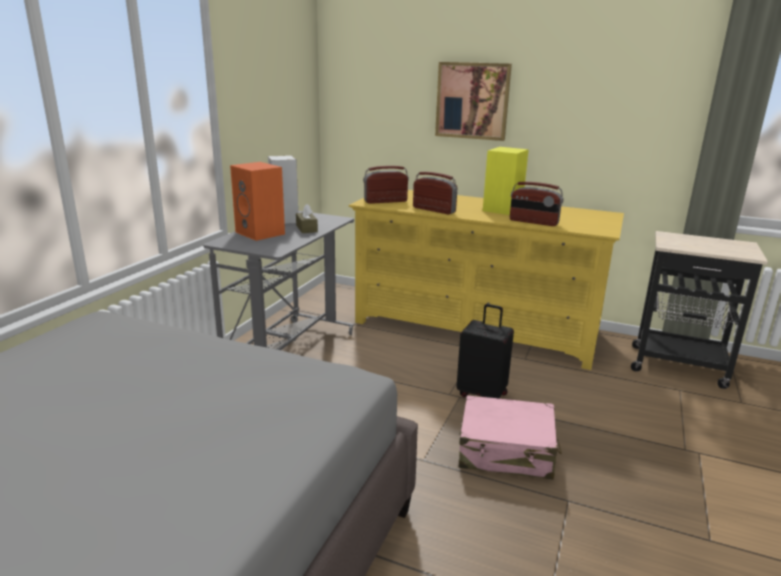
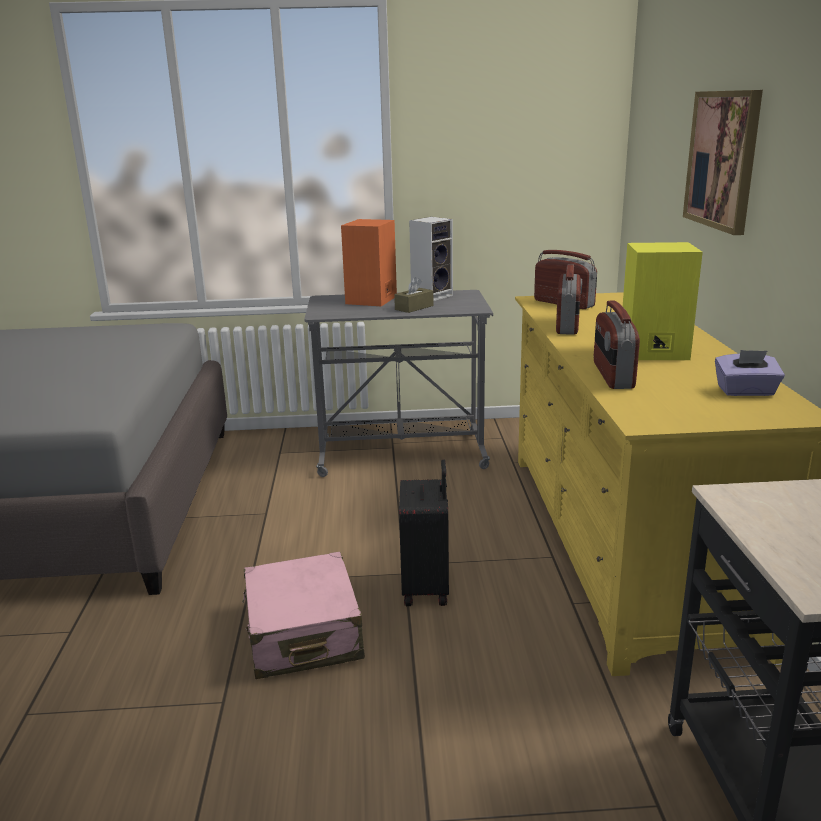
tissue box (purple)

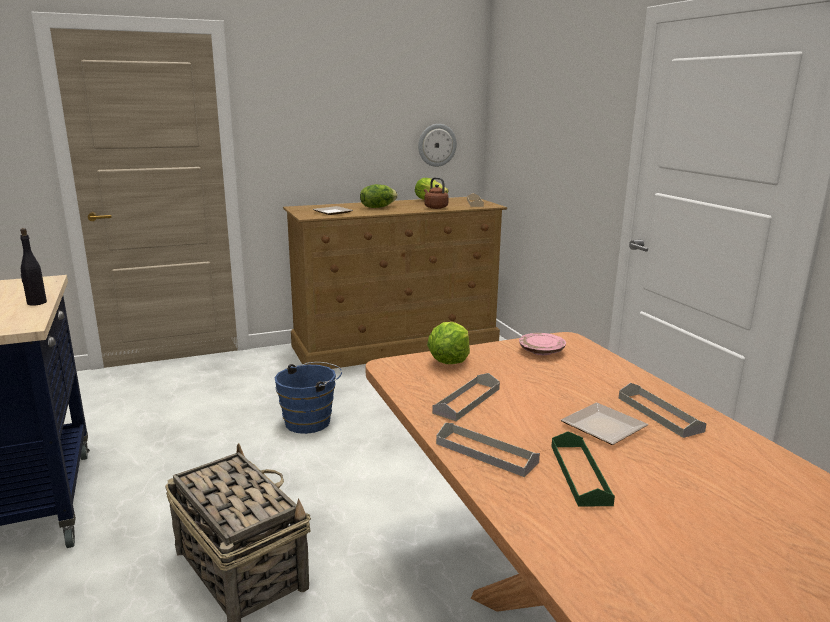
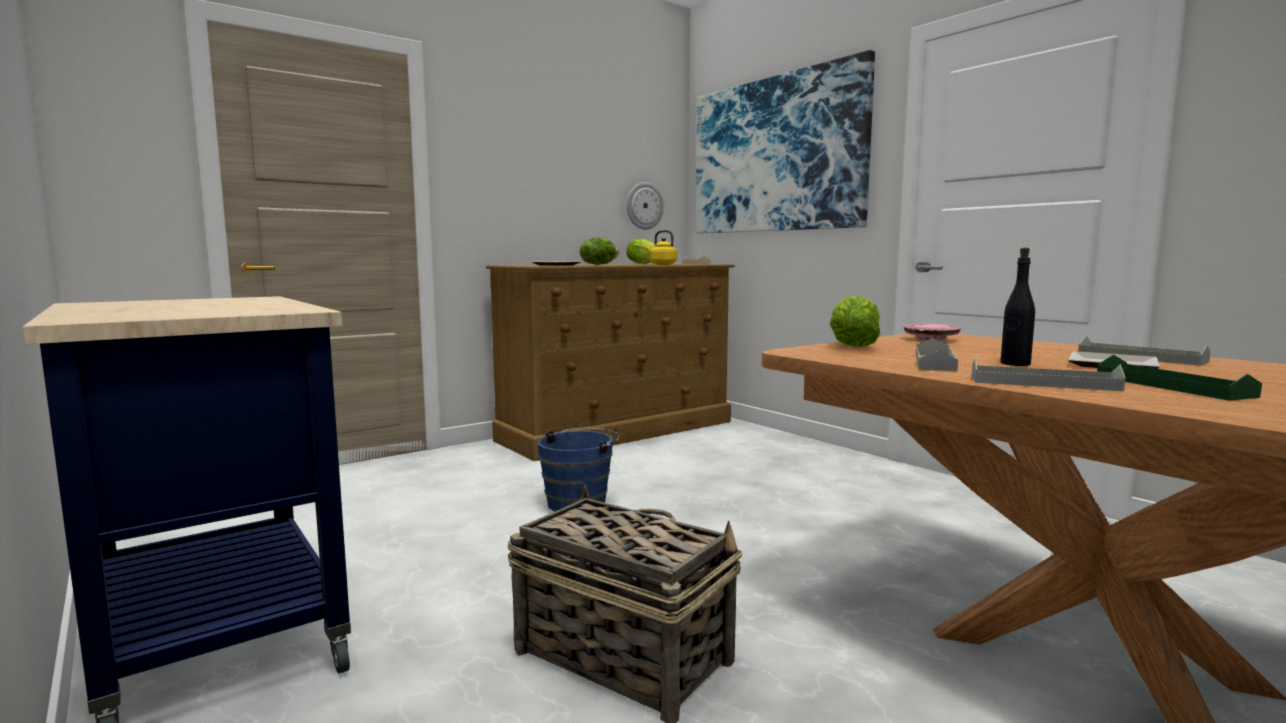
kettle (yellow)
bottle (black)
picture

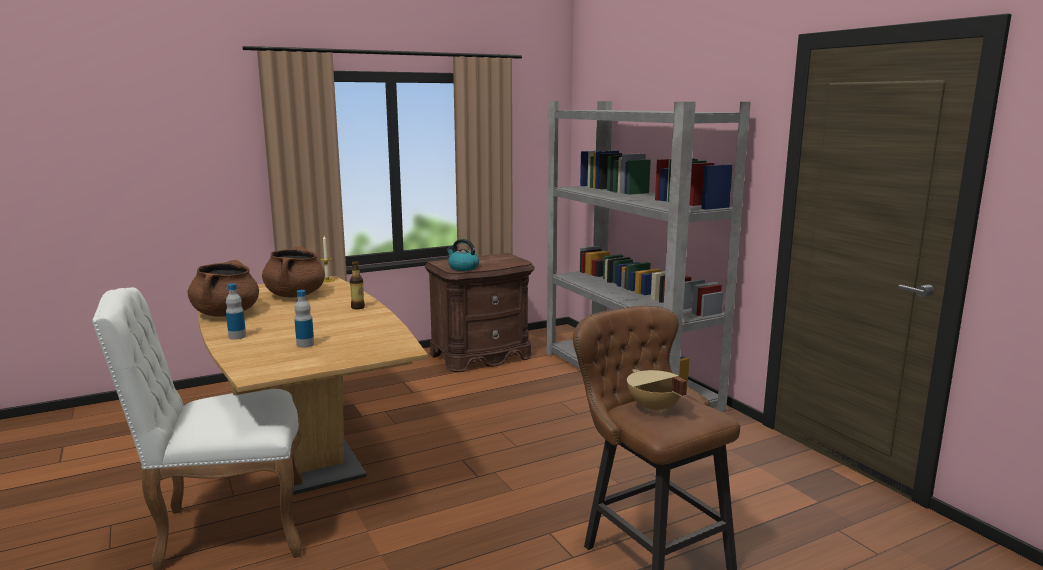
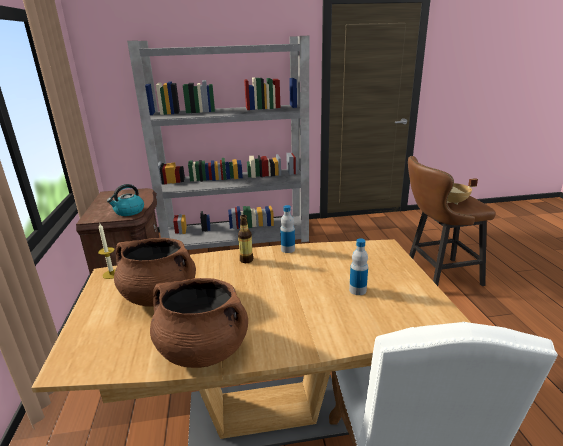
bottle (no. 2 from left)

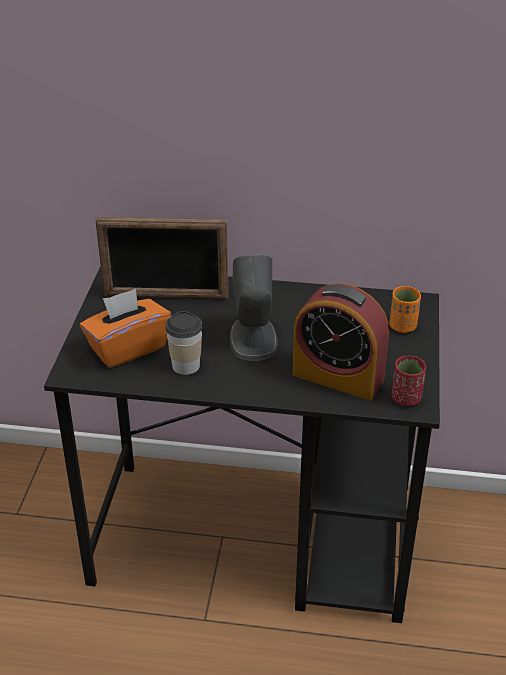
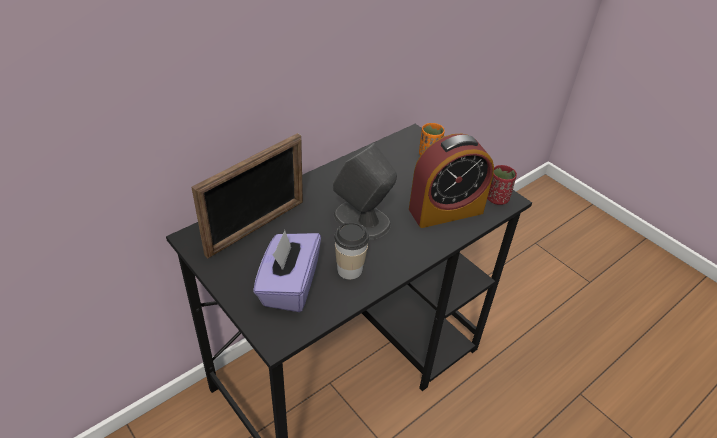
tissue box (purple)

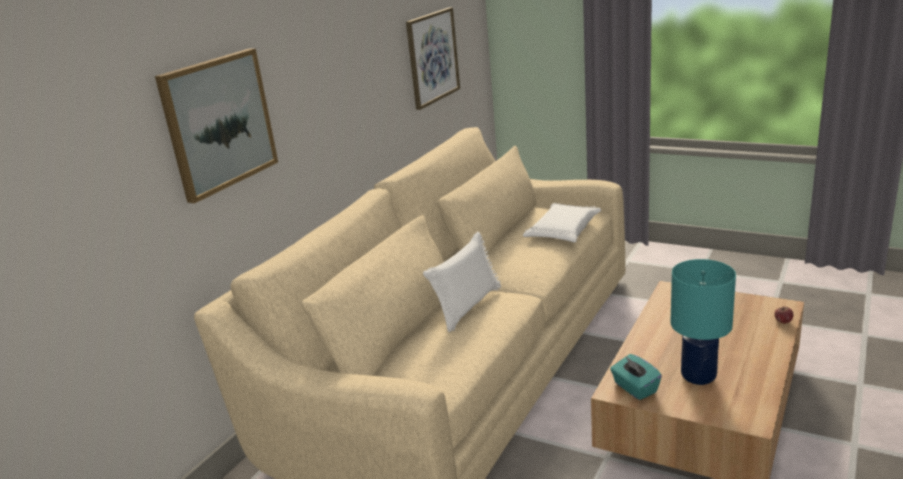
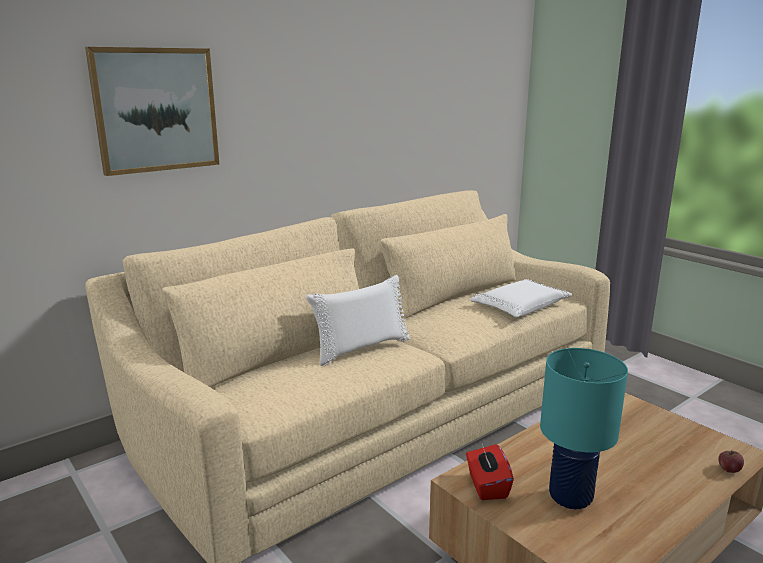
picture (no. 2 from left in the first image)
tissue box (red)

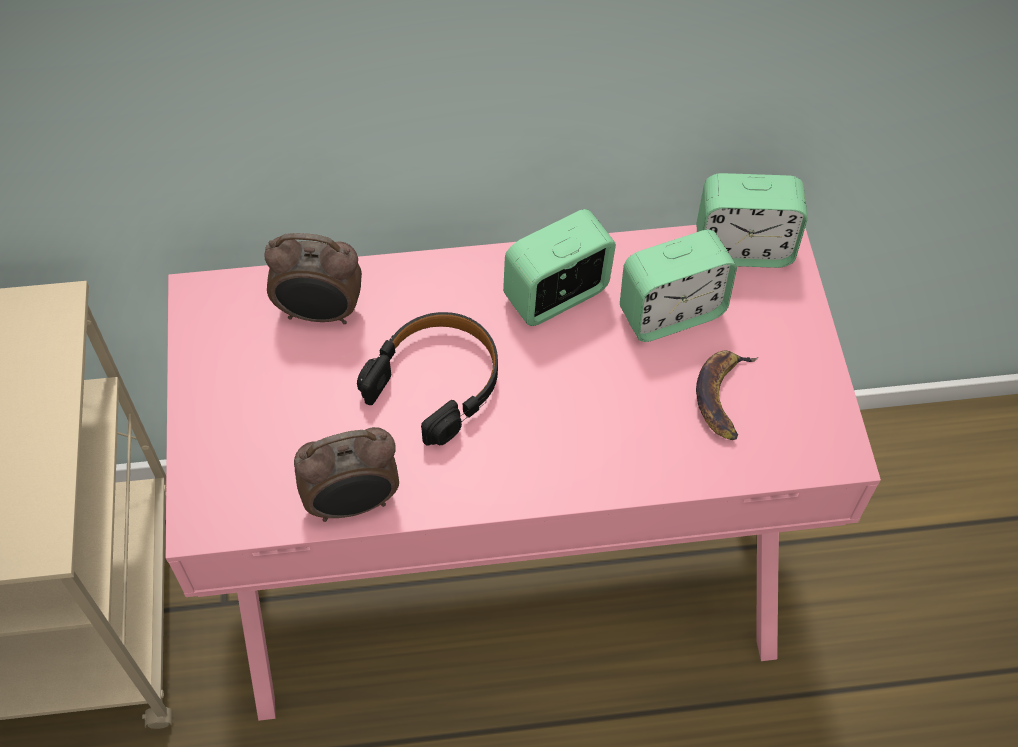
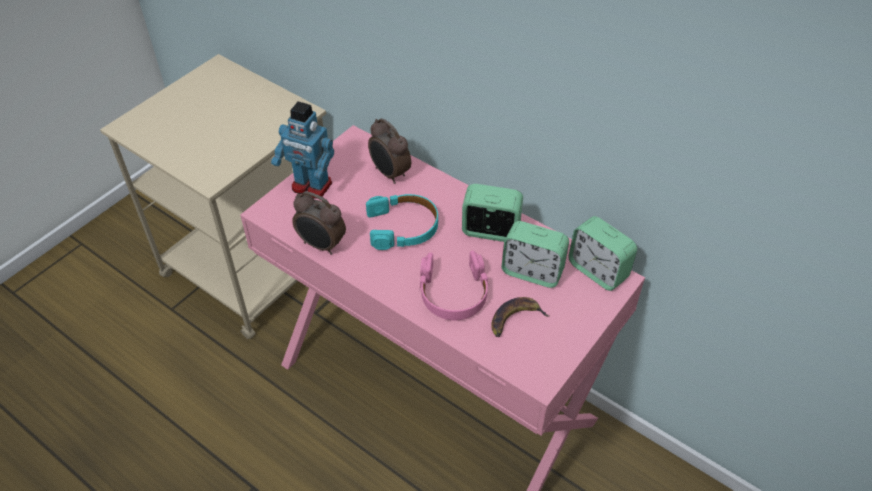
headphones (turquoise)
toy robot
headphones (pink)

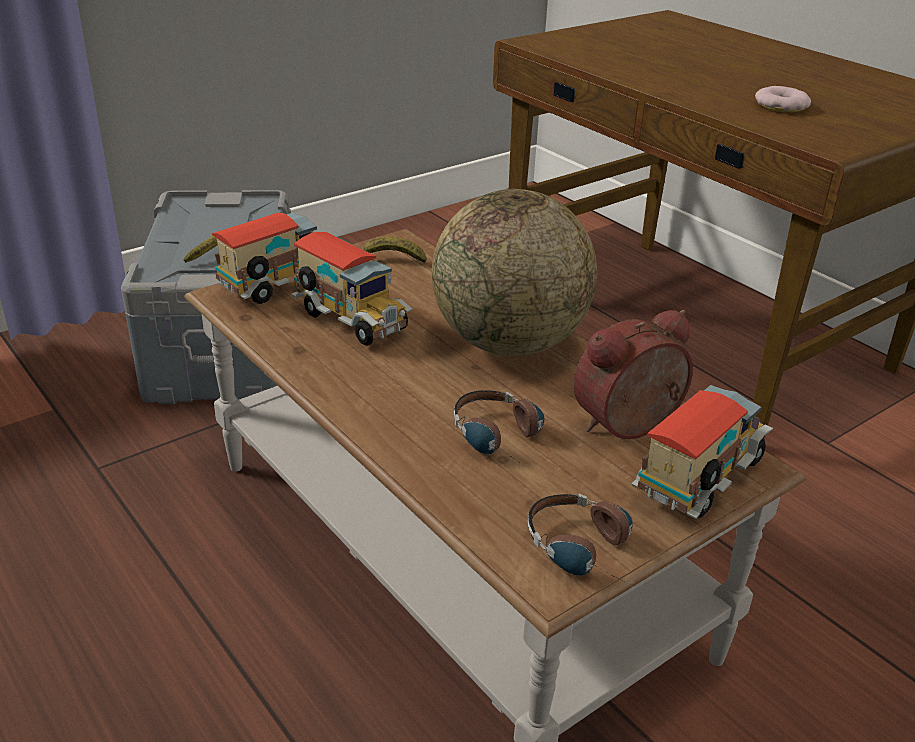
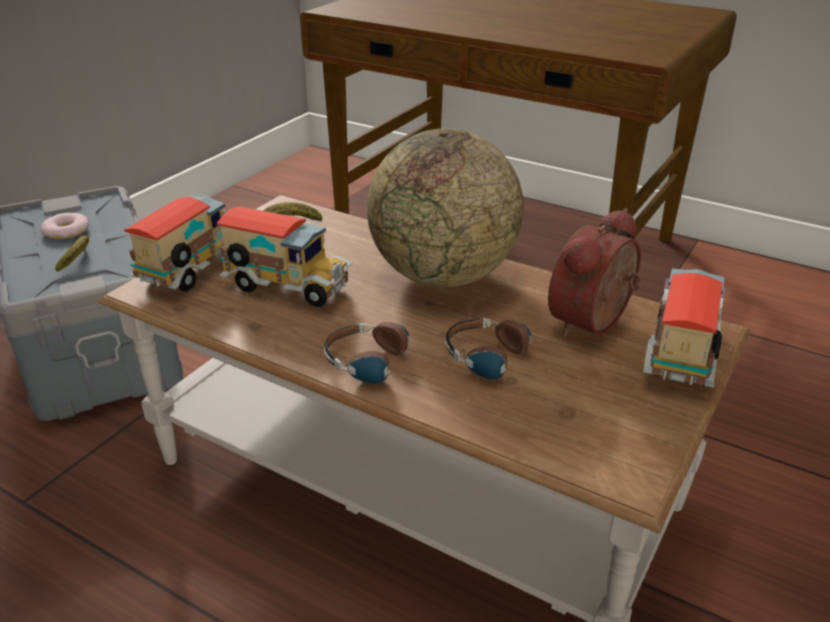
donut
headphones (no. 1 from left)

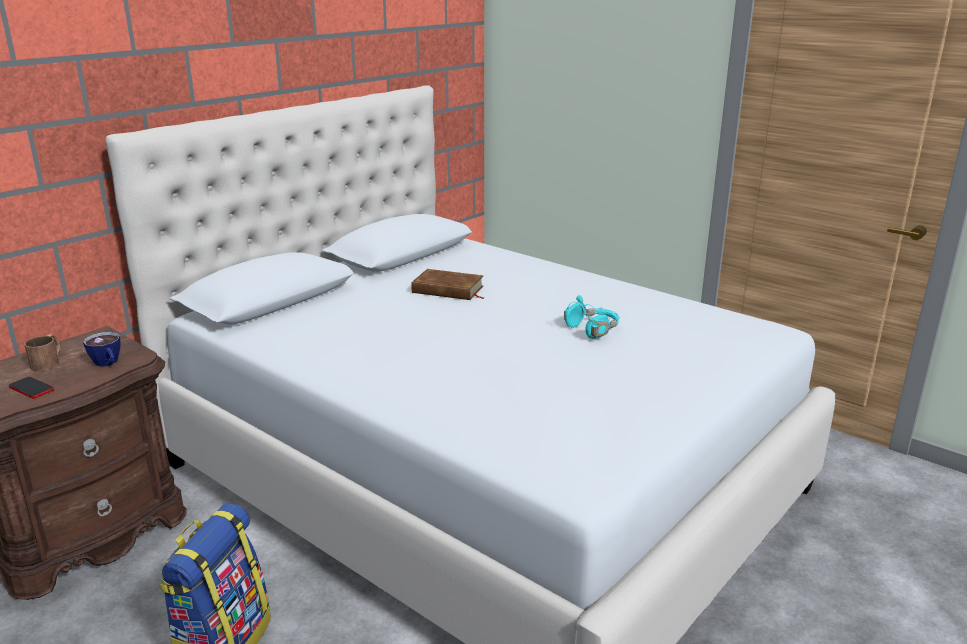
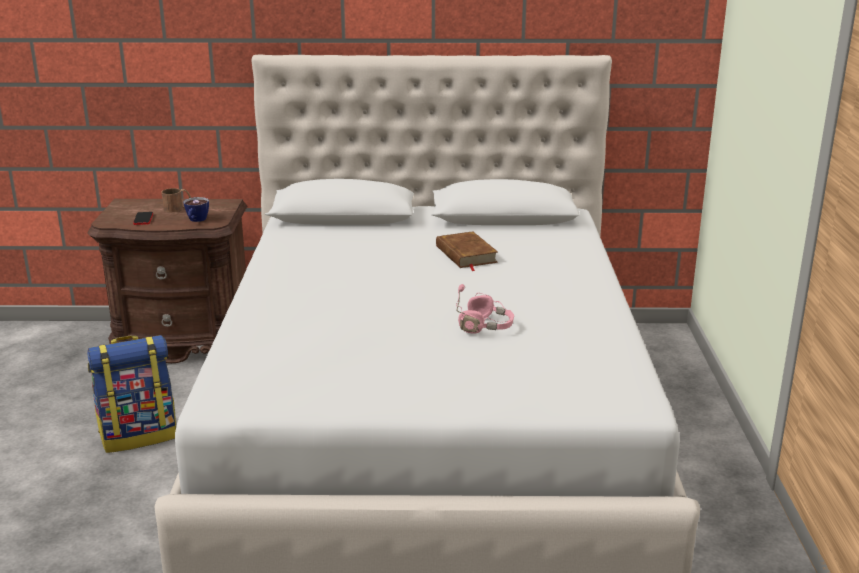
headphones (pink)

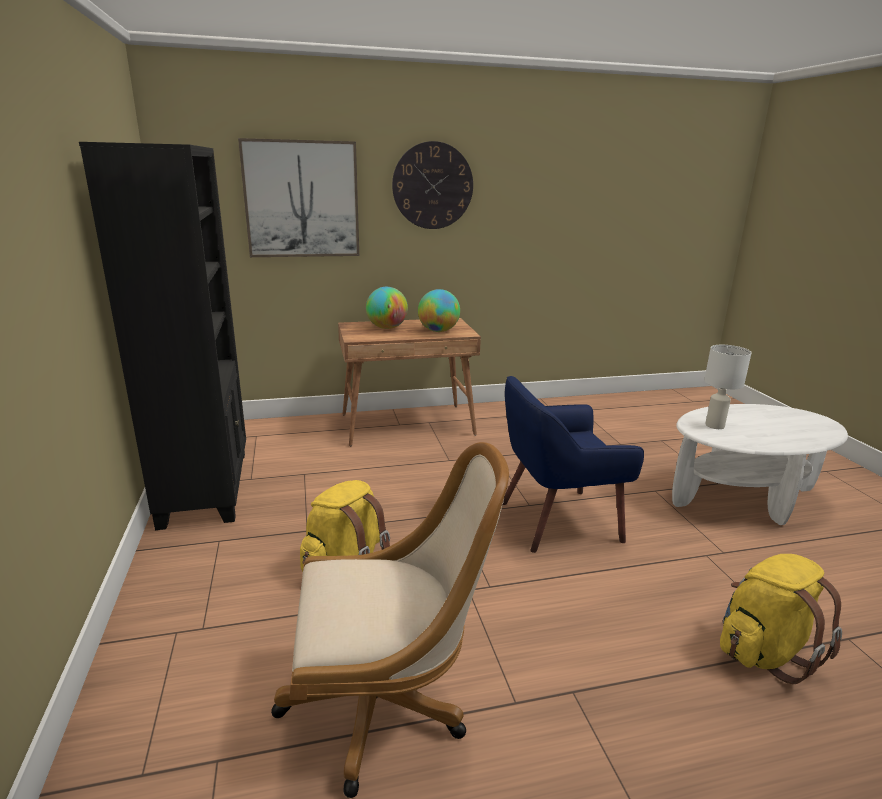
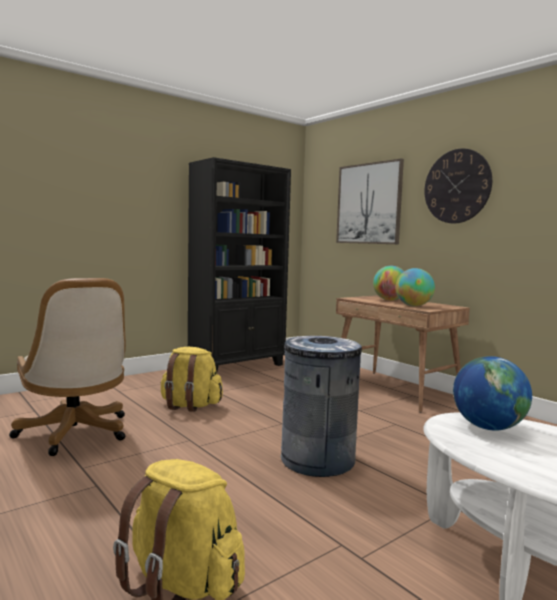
globe (no. 3 from left)
trash can (grey)

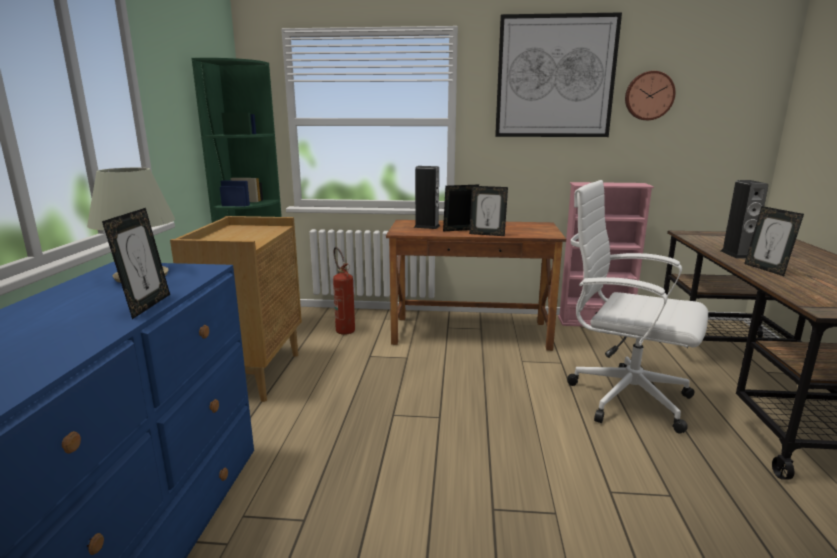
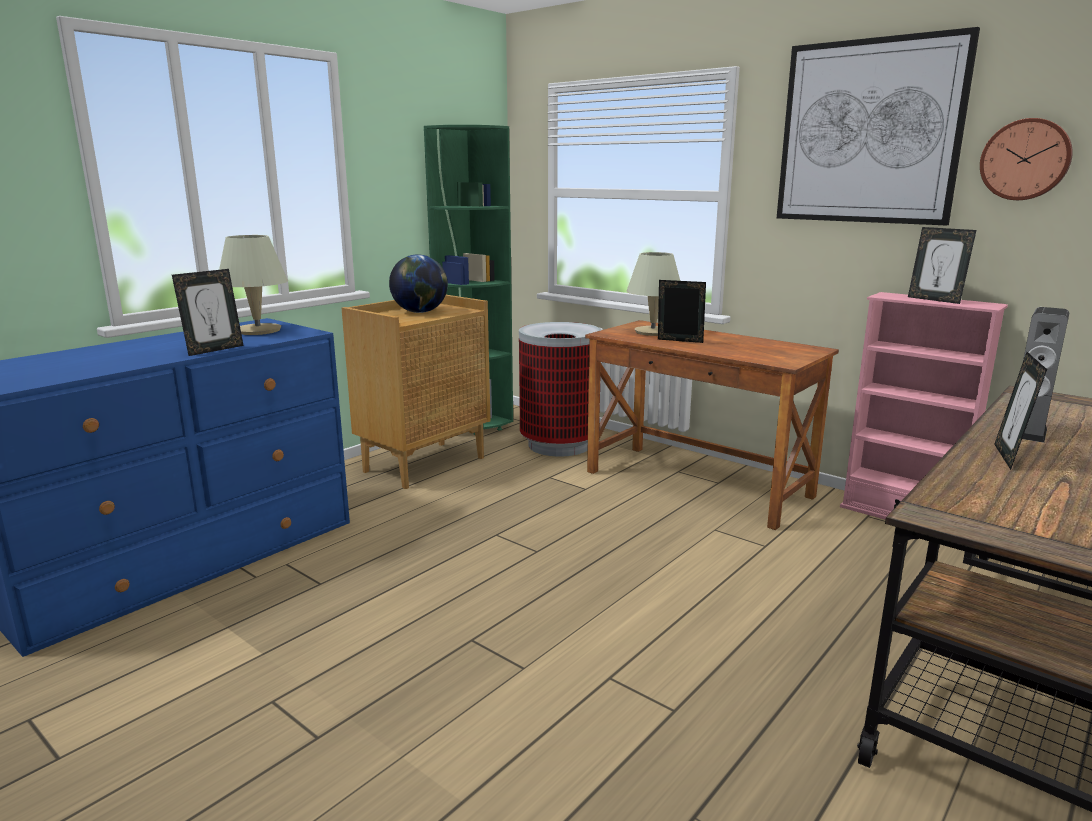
table lamp (beige) (no. 2 from left)
office chair (white)
picture frame (no. 3 from left)
trash can
globe

